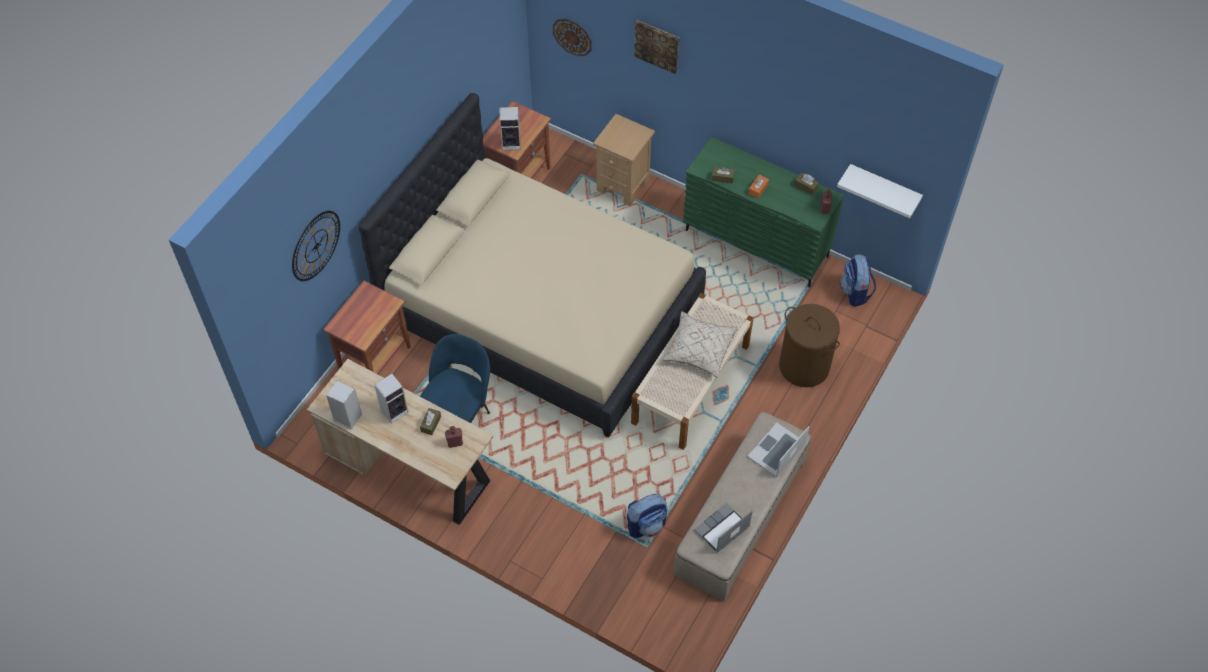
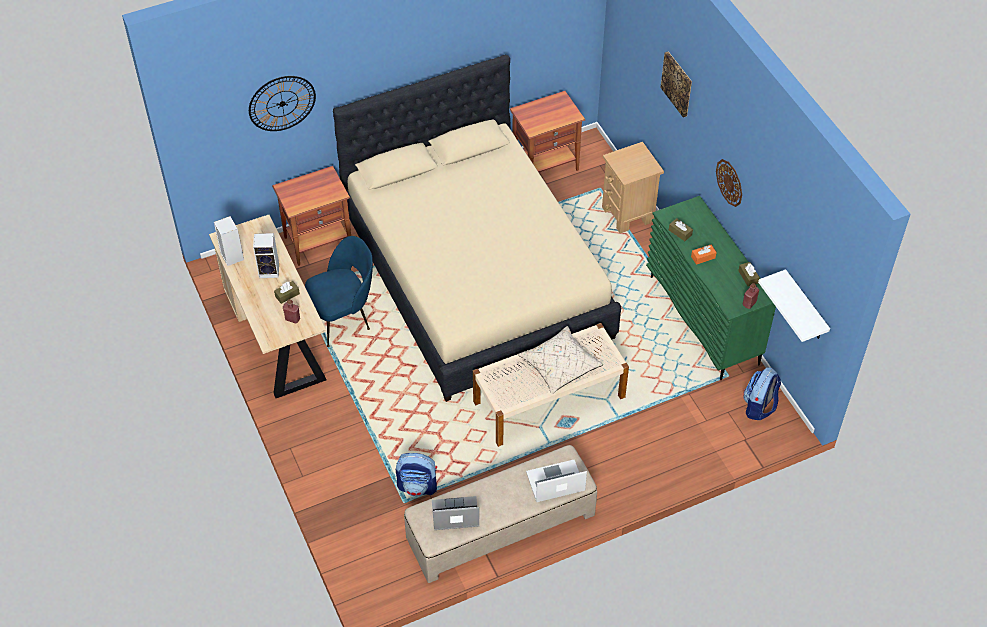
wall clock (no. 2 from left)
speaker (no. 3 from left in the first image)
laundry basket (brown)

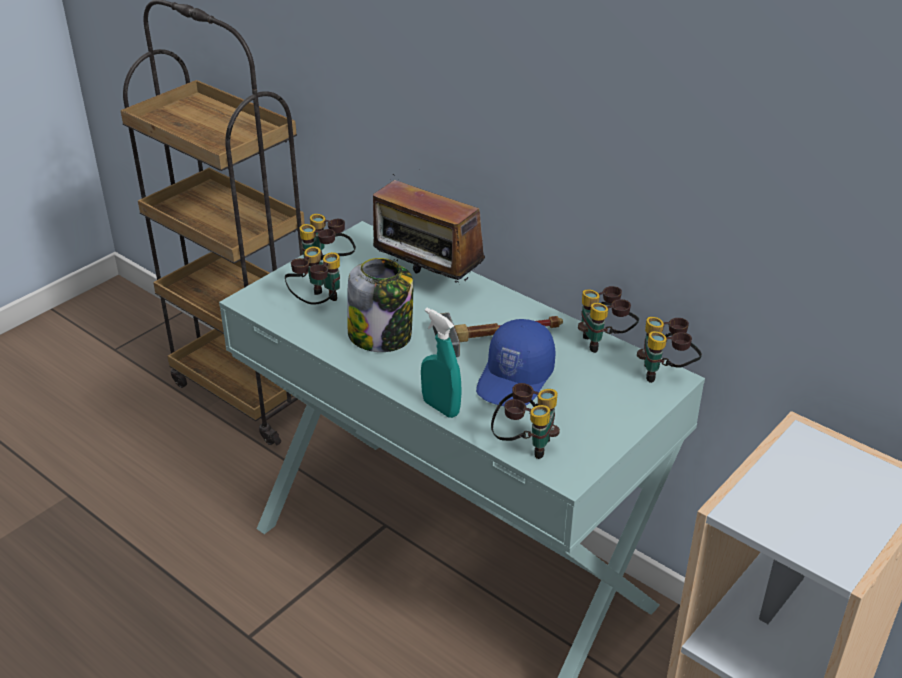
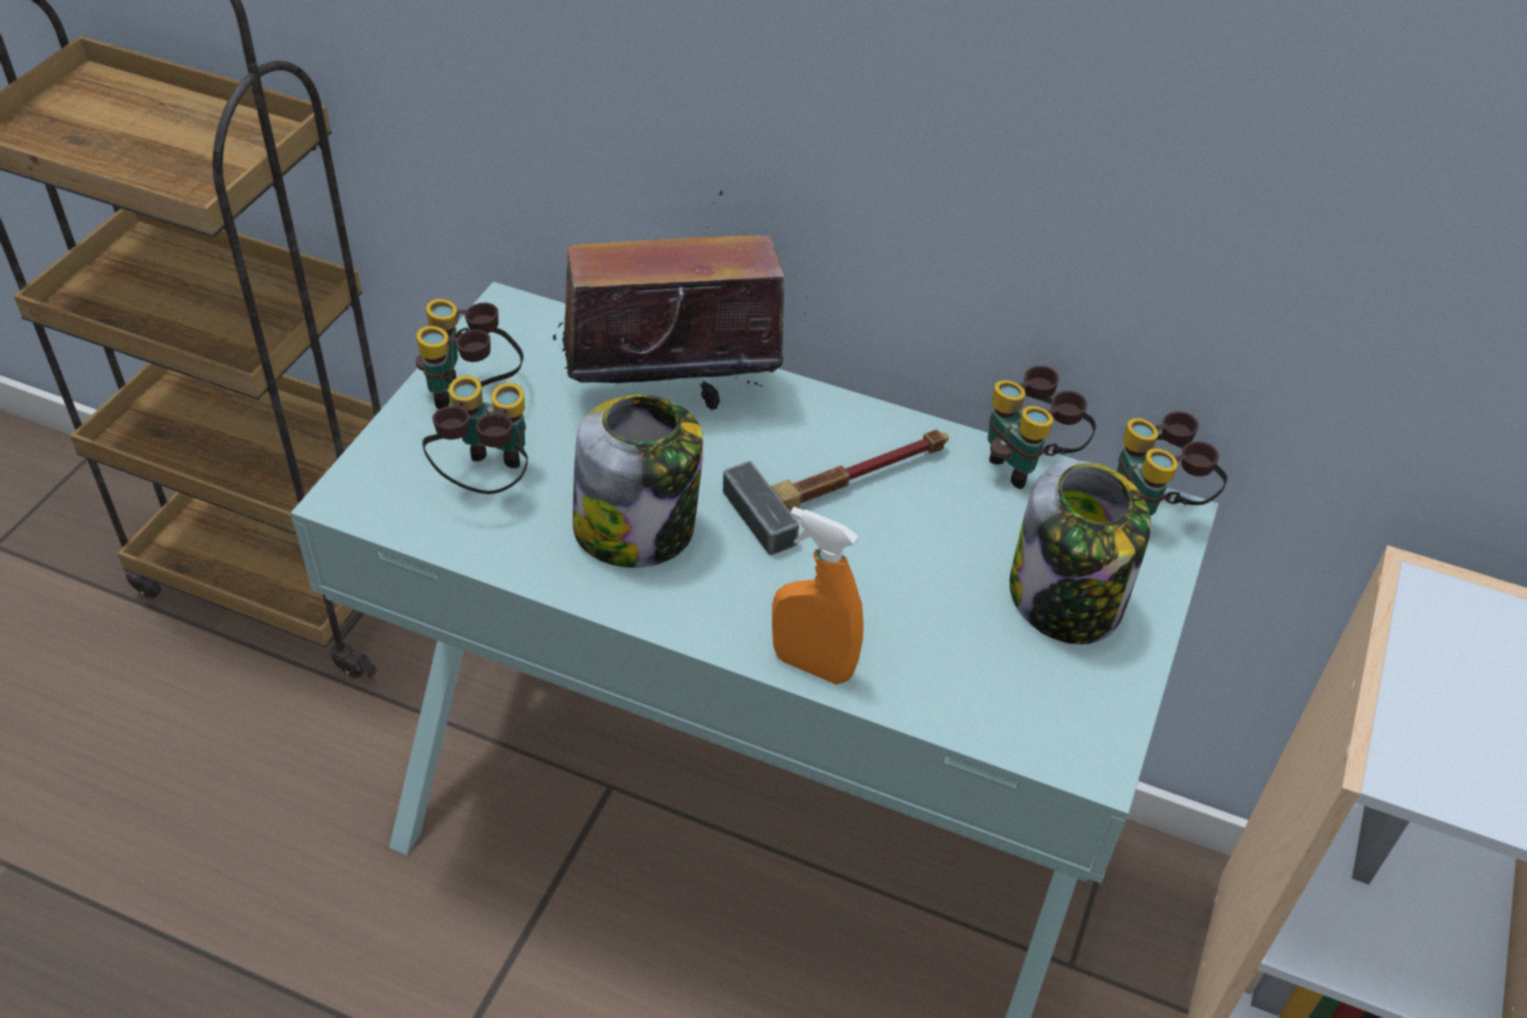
radio
spray bottle (orange)
cap (blue)
binoculars (no. 3 from left in the first image)
jar (no. 2 from left)

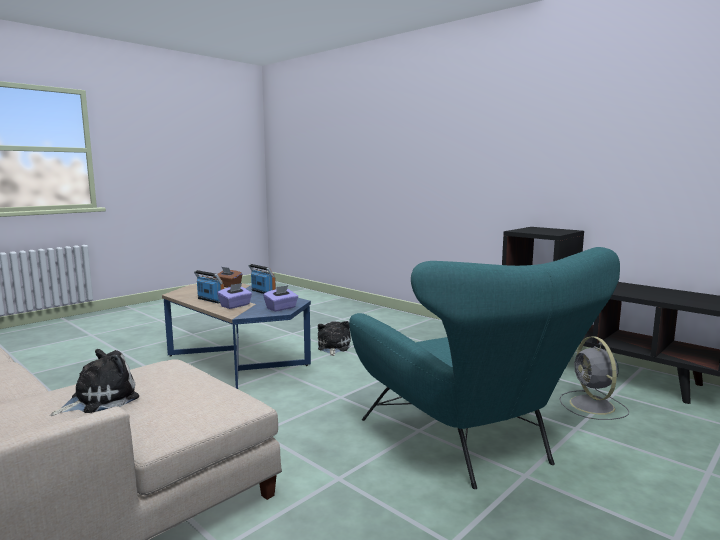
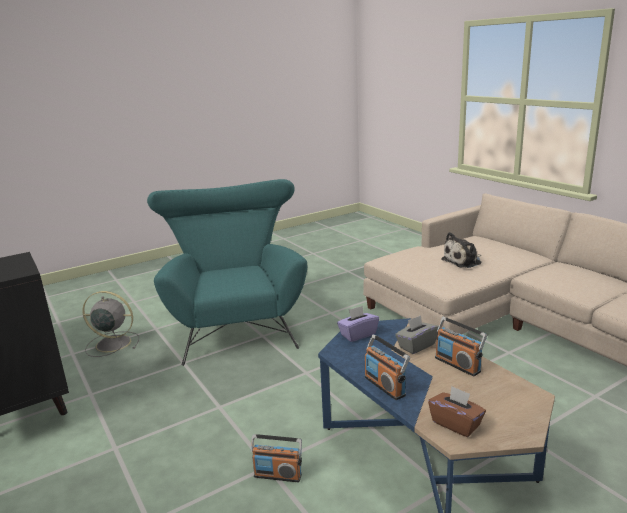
tissue box (grey)
radio (no. 1 from left)
fan (grey)

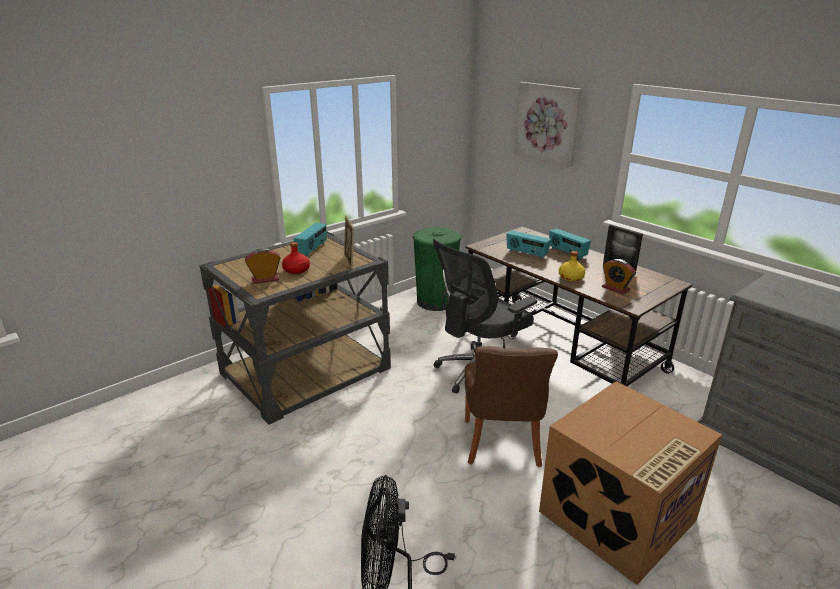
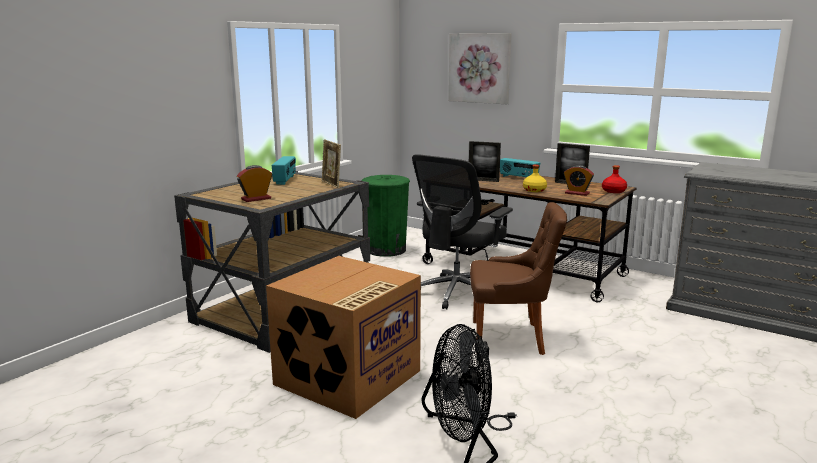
picture frame (no. 2 from left)
bottle (red)
chair (brown)
cardboard box

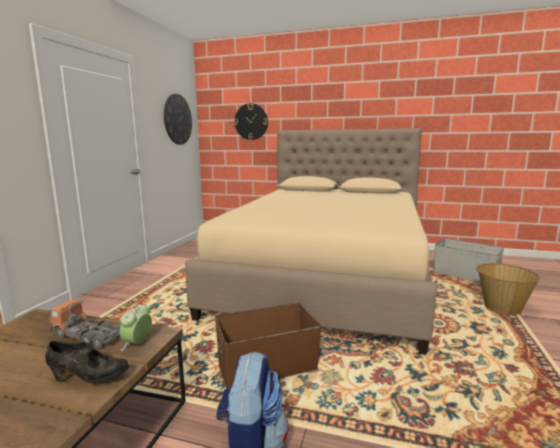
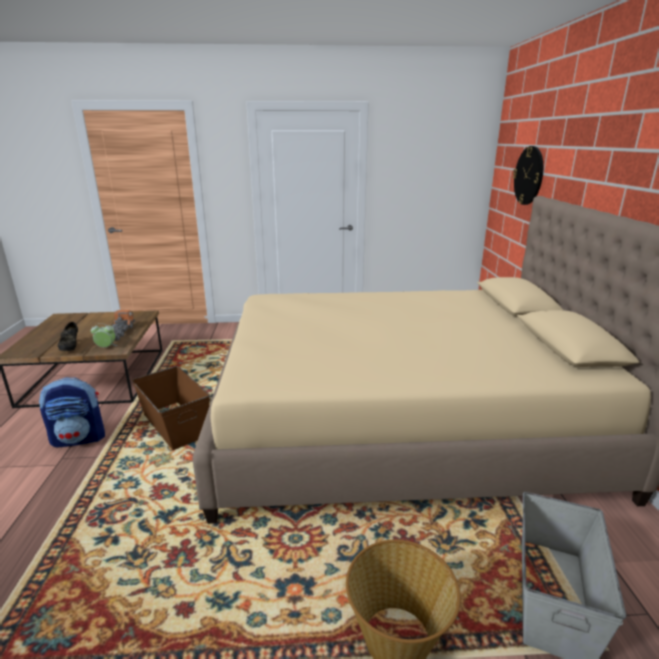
wall clock (no. 1 from left in the first image)

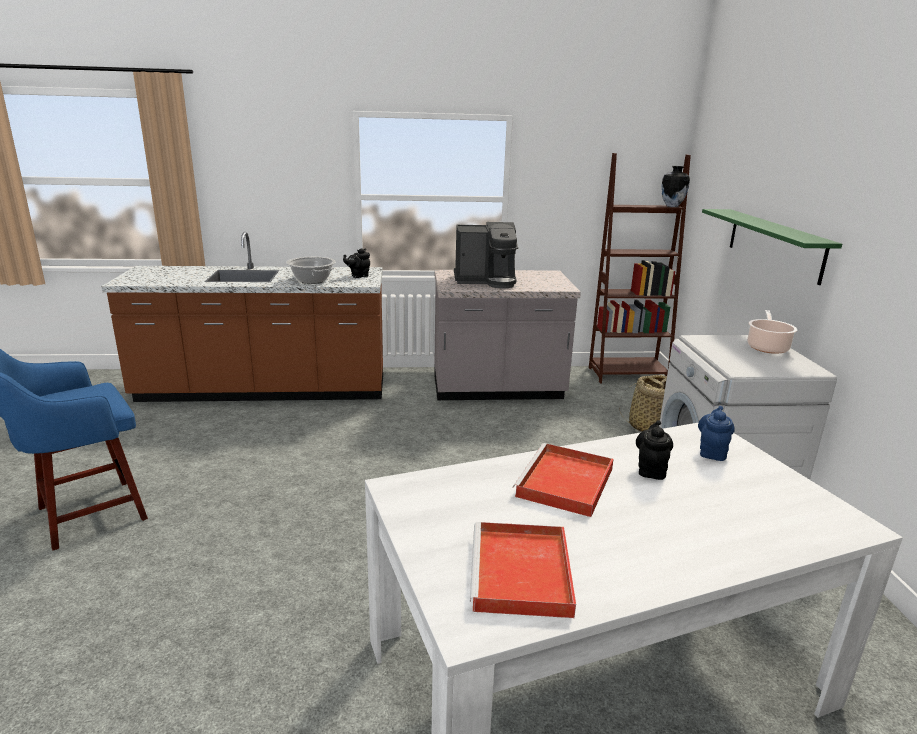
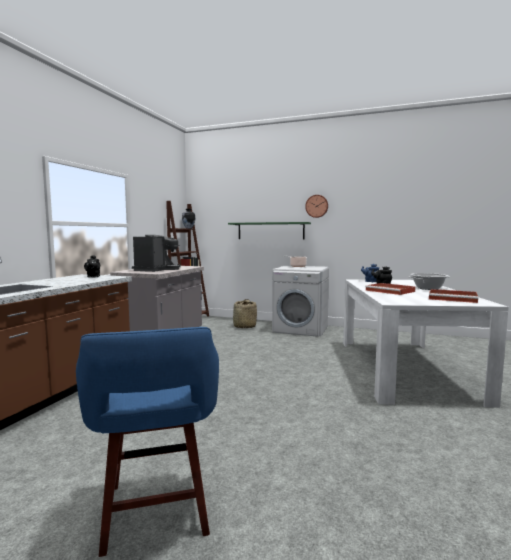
cooking pot (no. 2 from left)
wall clock

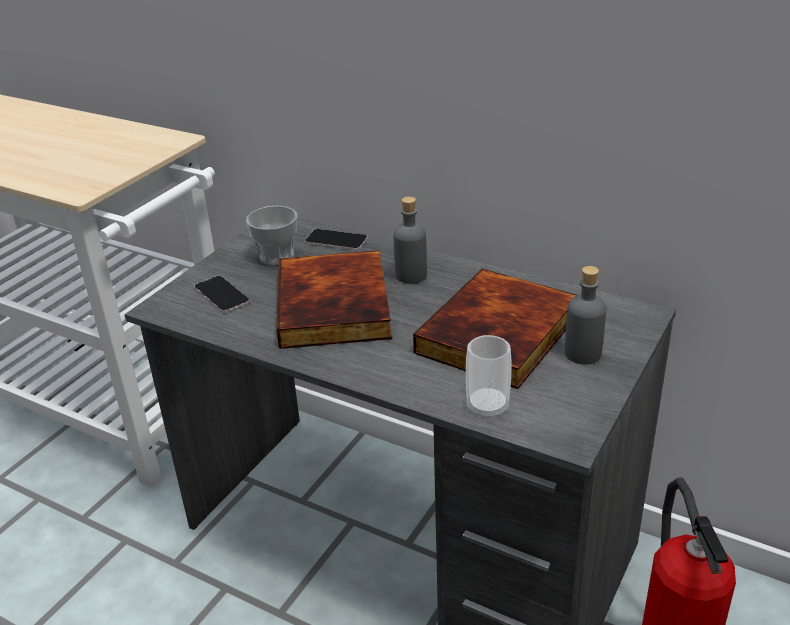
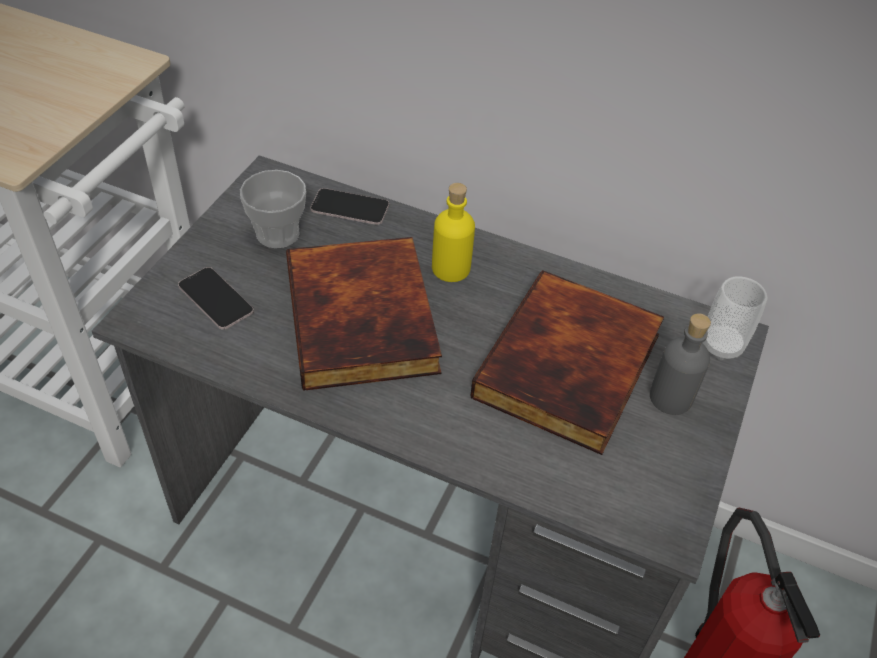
bottle (yellow)
cup (no. 2 from left)

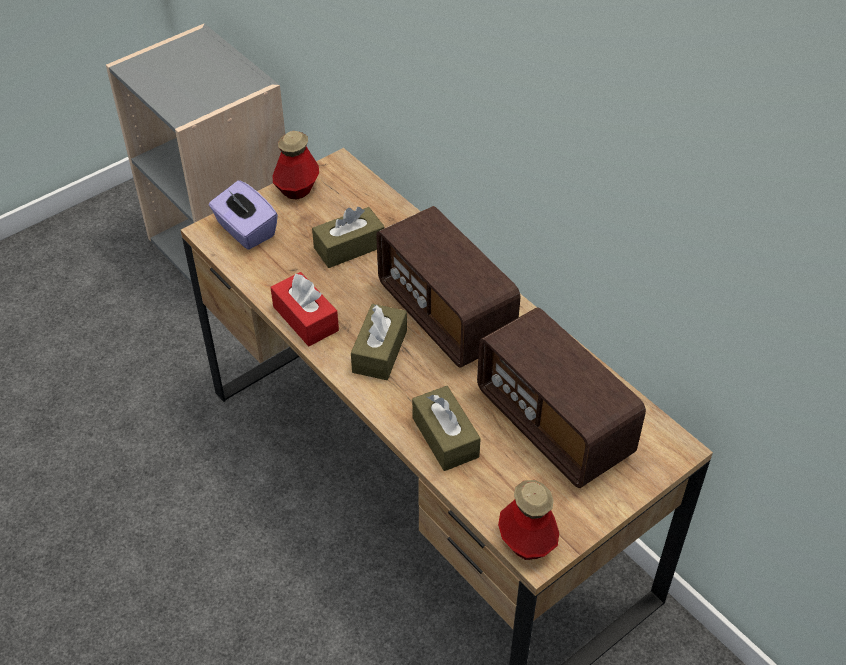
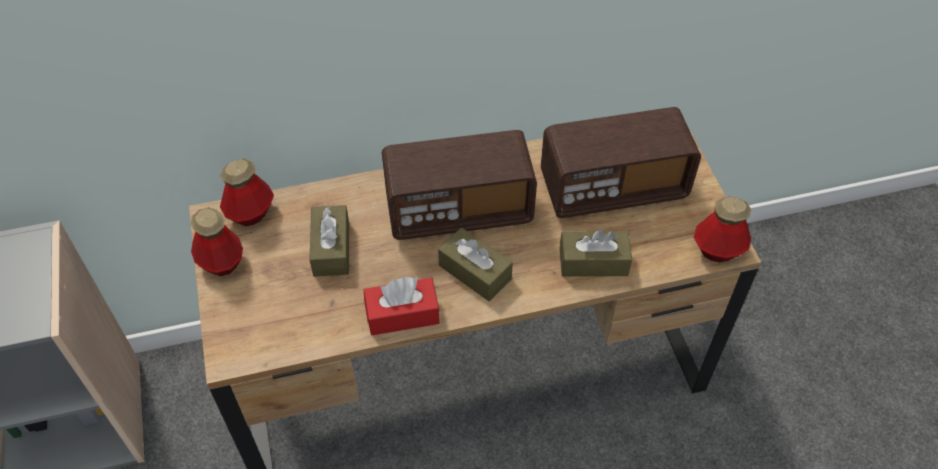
tissue box (purple)
bottle (no. 2 from left)

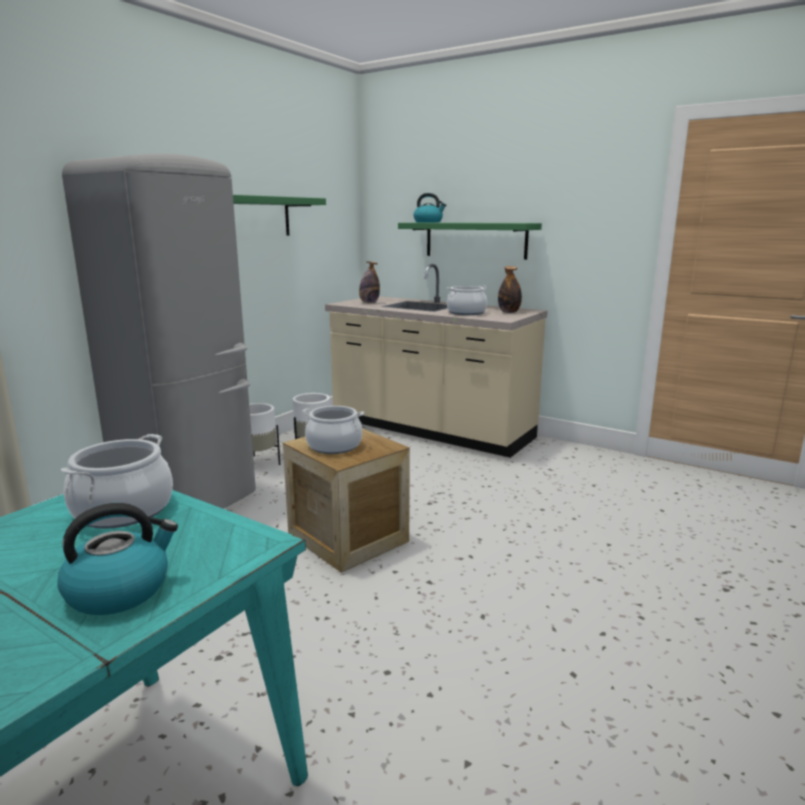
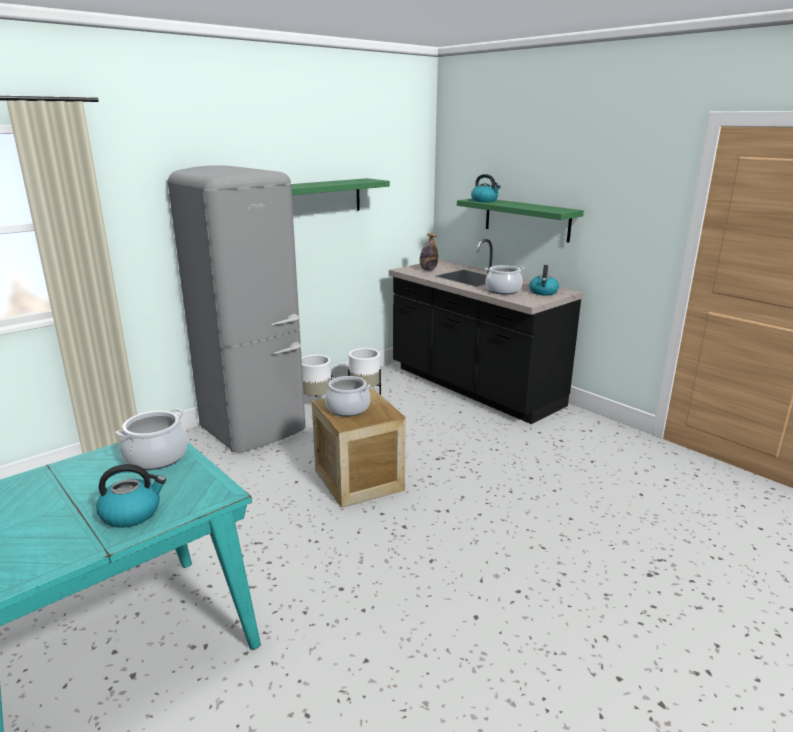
counter (black)
kettle (no. 3 from left)

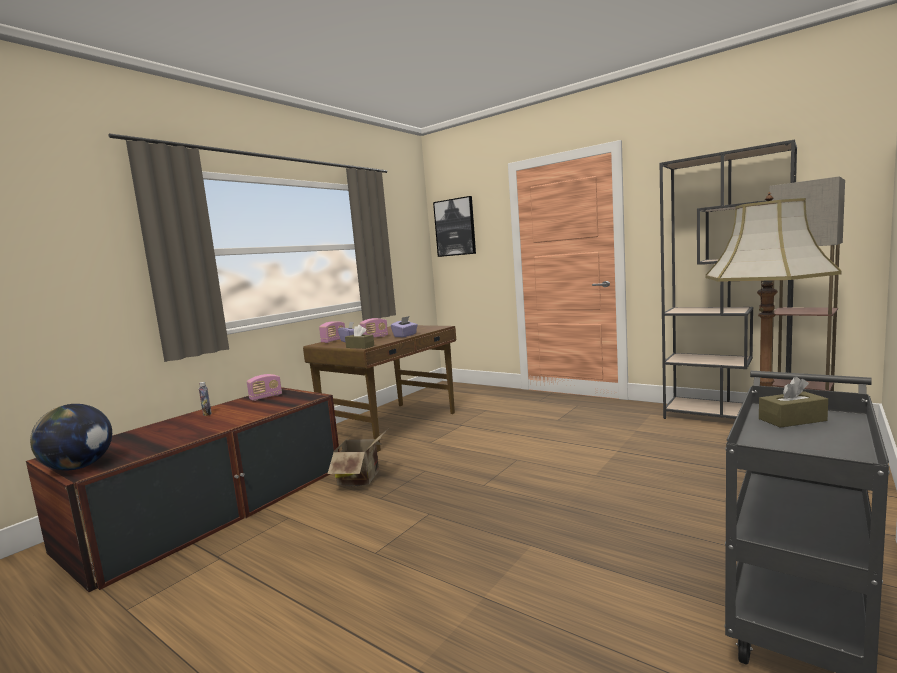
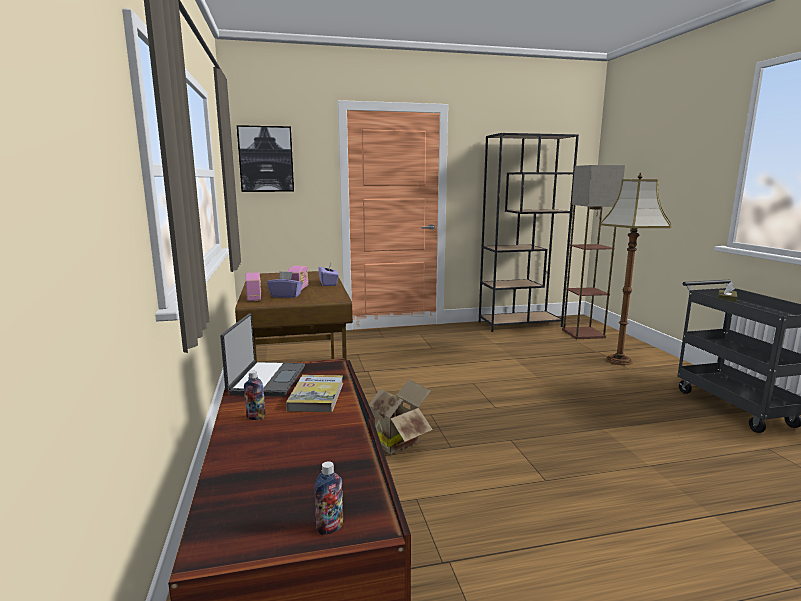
tissue box (brown) (no. 1 from left in the first image)
laptop
bottle (no. 2 from left)
book

